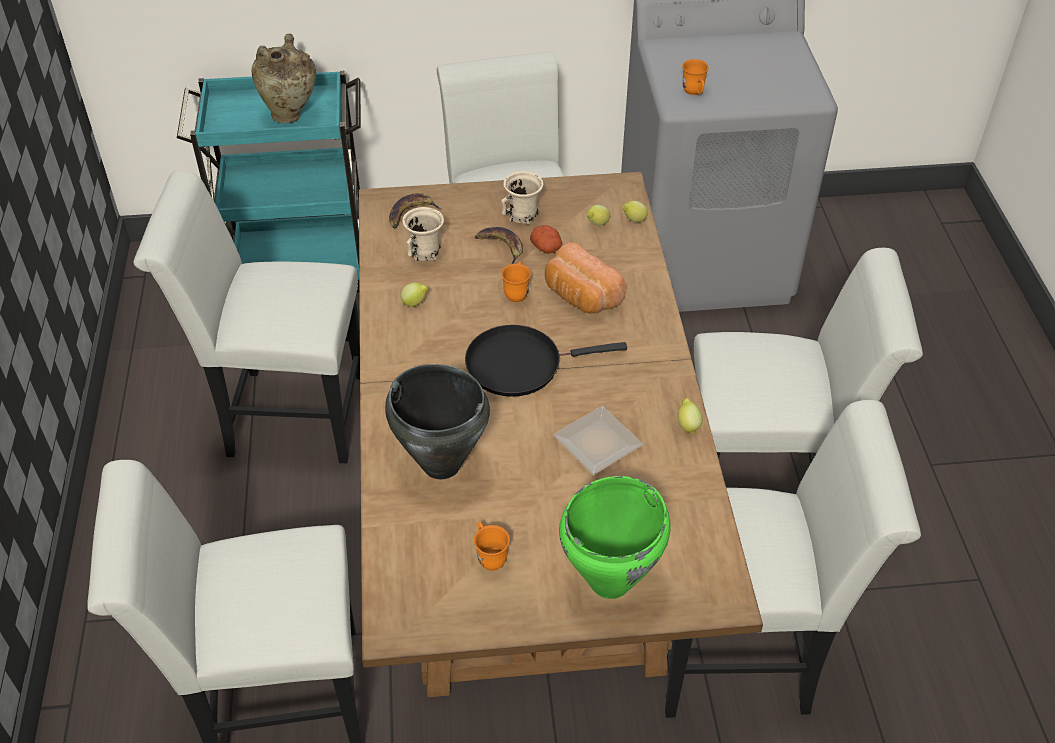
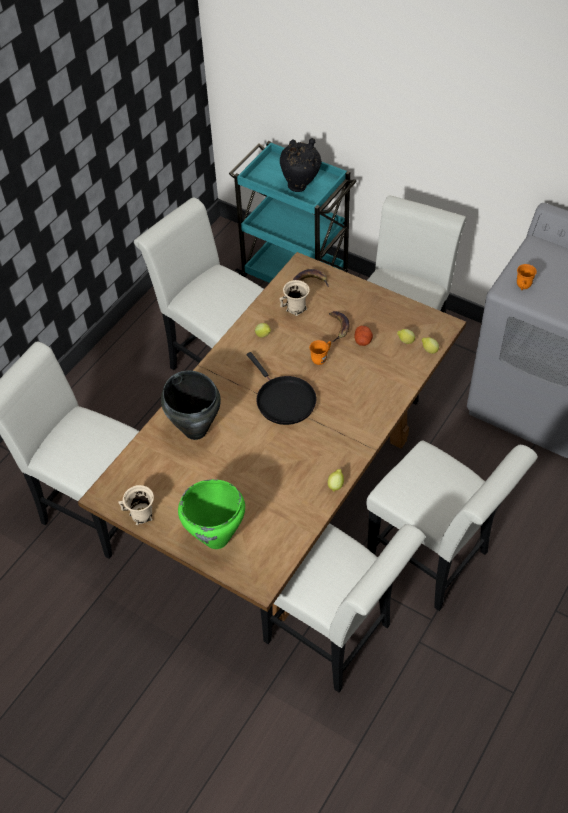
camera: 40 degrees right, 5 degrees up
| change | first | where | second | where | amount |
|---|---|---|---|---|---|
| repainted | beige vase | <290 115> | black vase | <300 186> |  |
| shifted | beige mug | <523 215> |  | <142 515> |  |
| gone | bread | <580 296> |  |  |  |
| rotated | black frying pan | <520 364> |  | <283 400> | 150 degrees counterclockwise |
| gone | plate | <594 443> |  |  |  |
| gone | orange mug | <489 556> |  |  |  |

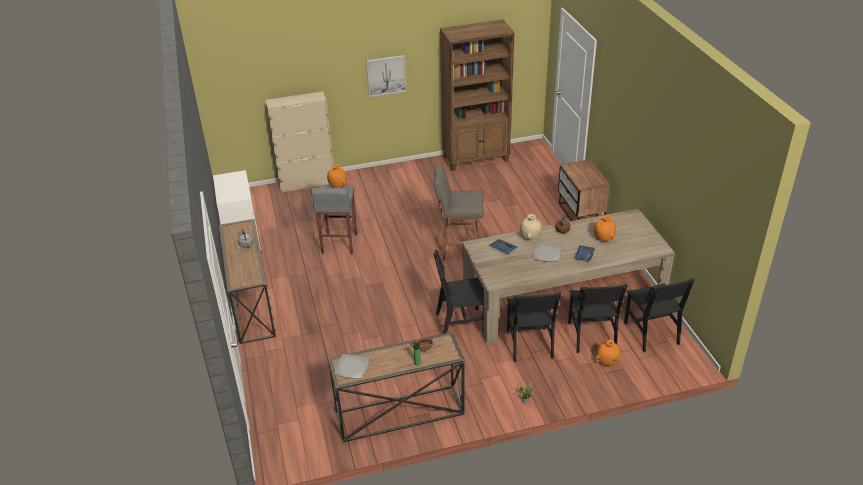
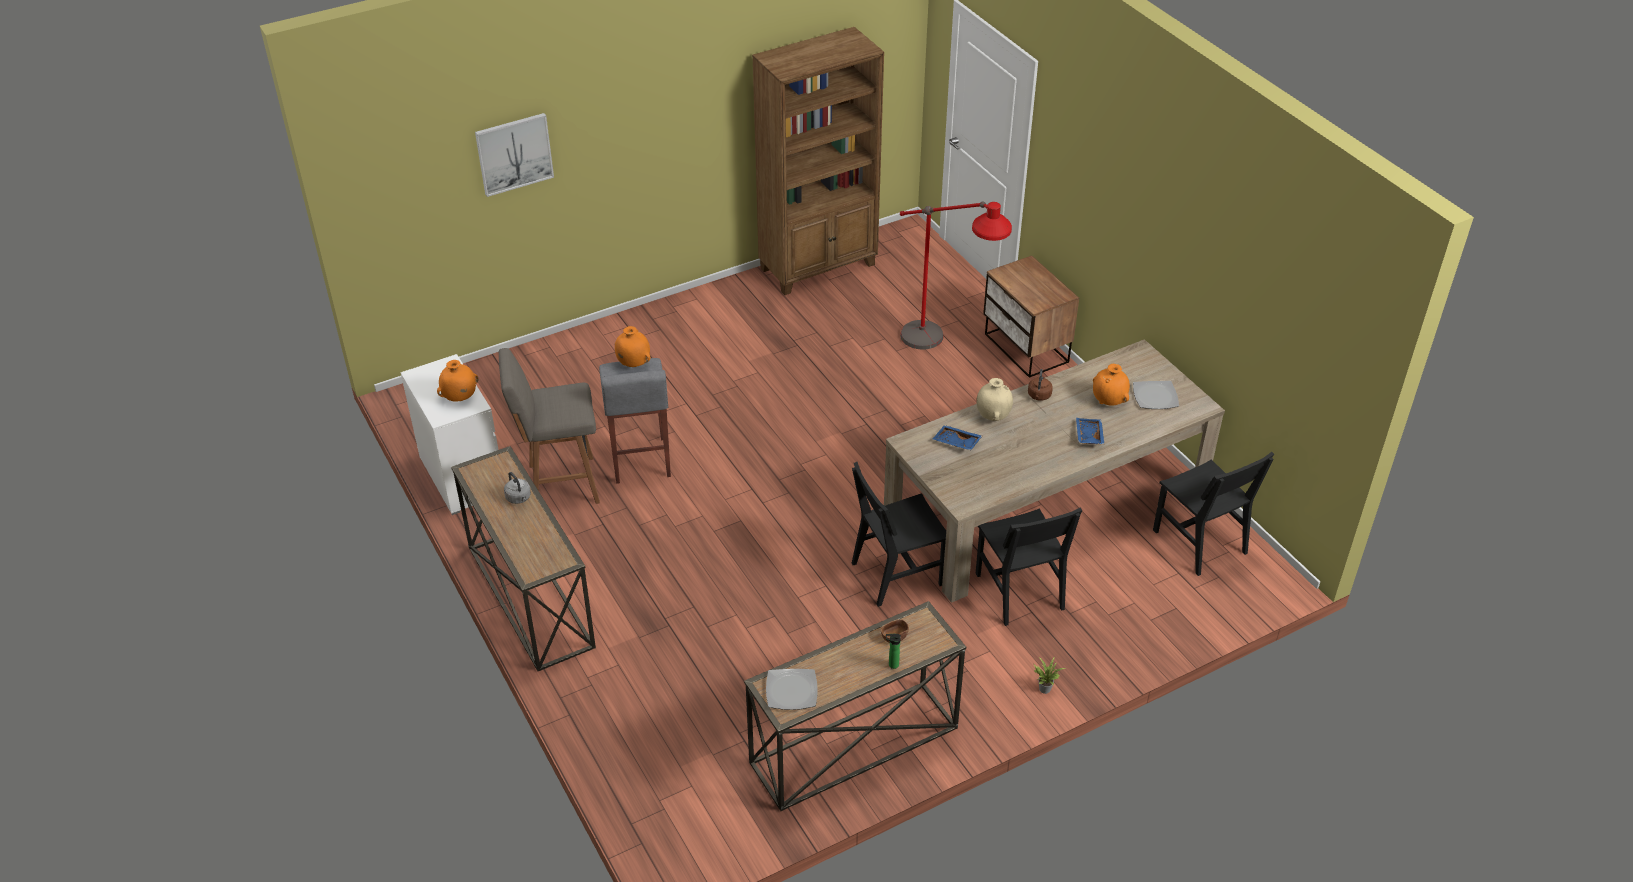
camera: 15 degrees left, 5 degrees up
| change | first | where | second | where | amount |
|---|---|---|---|---|---|
| shifted | picture | <386 75> |  | <514 153> |  |
| gone | beige cabinet | <307 183> |  |  |  |
| shifted | grey stool | <459 248> |  | <560 484> |  |
| shifted | plate | <547 254> |  | <1155 396> |  |
| gone | black chair | <591 336> |  |  |  |
| shifted | orange vase | <607 363> |  | <460 398> |  |
| new |  |  | red floor lamp | <944 349> |  |

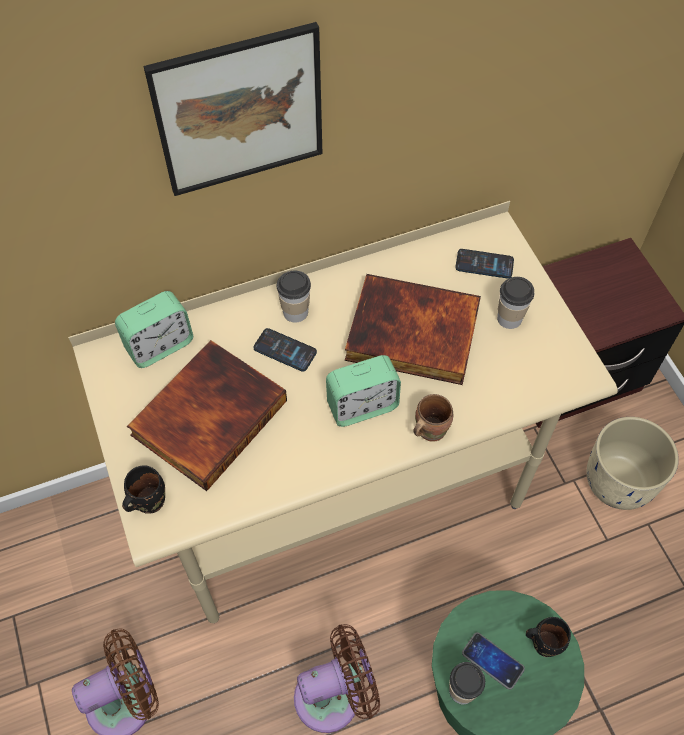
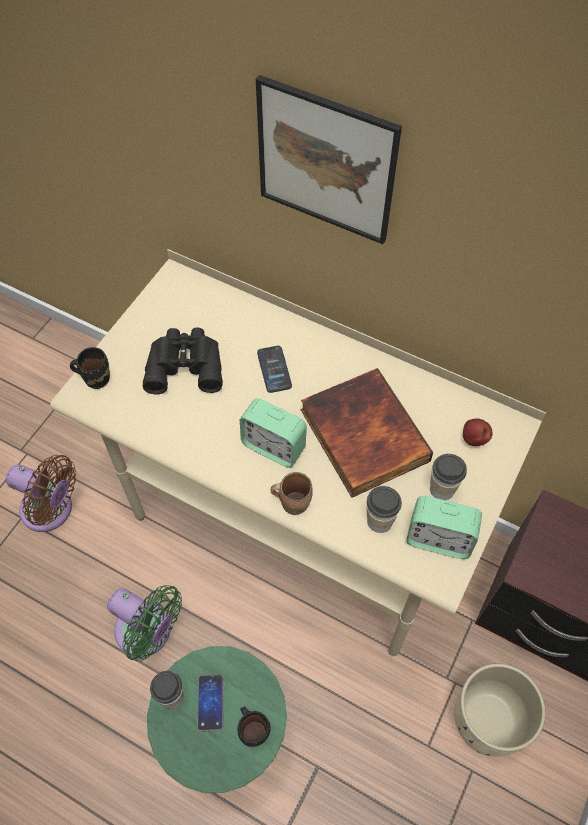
camera: 50 degrees right, 0 degrees up
| change | first | where | second | where | amount |
|---|---|---|---|---|---|
| swapped | phone | <484 264> | apple | <473 439> |  |
| shifted | cup | <295 312> |  | <379 521> |  |
| shifted | alarm clock | <160 345> |  | <439 539> |  |
| swapped | book | <208 415> | black binoculars | <184 364> |  |
| repainted | brown fan | <334 695> | green fan | <148 633> |  |

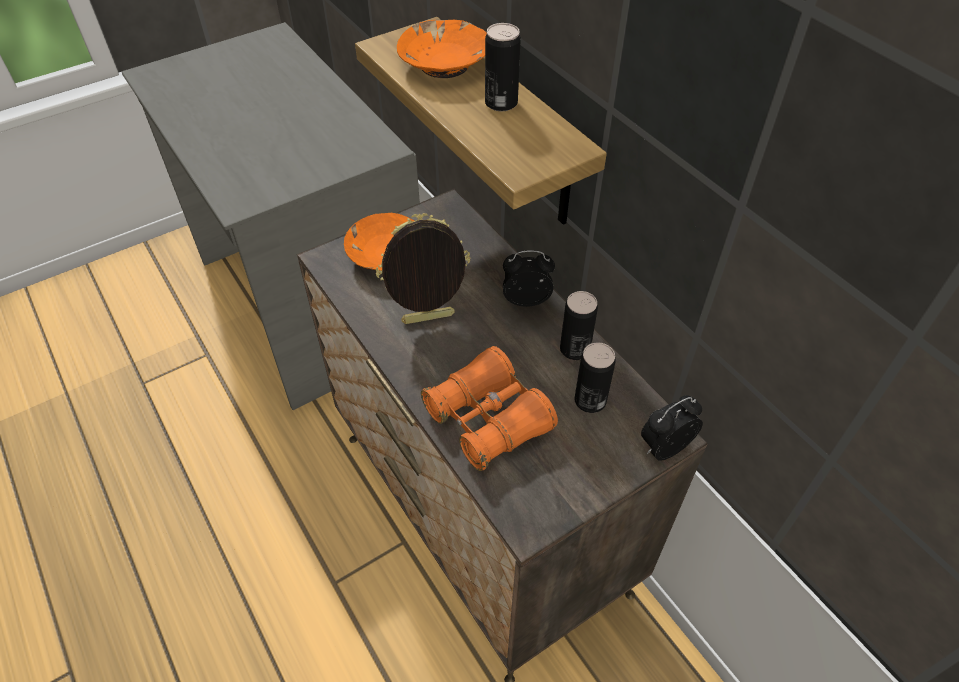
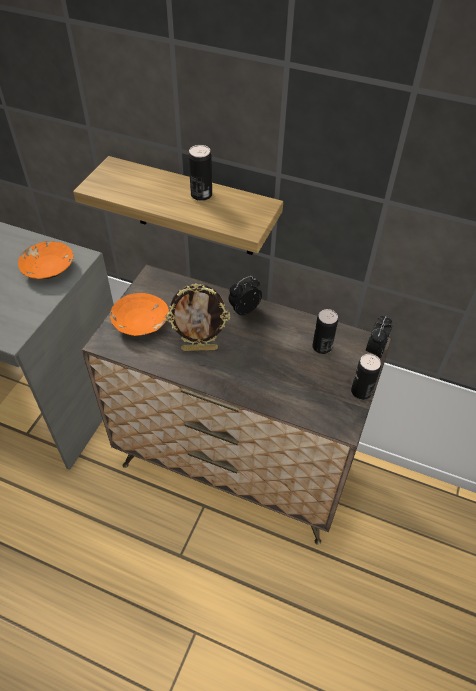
camera: 35 degrees left, 0 degrees up
| change | first | where | second | where | amount |
|---|---|---|---|---|---|
| shifted | orange bowl | <445 64> |  | <49 268> |  |
| rotated | picture frame | <428 320> |  | <199 348> | 135 degrees counterclockwise |
| shifted | can | <574 349> |  | <361 391> |  |
| gone | orange binoculars | <488 419> |  |  |  |

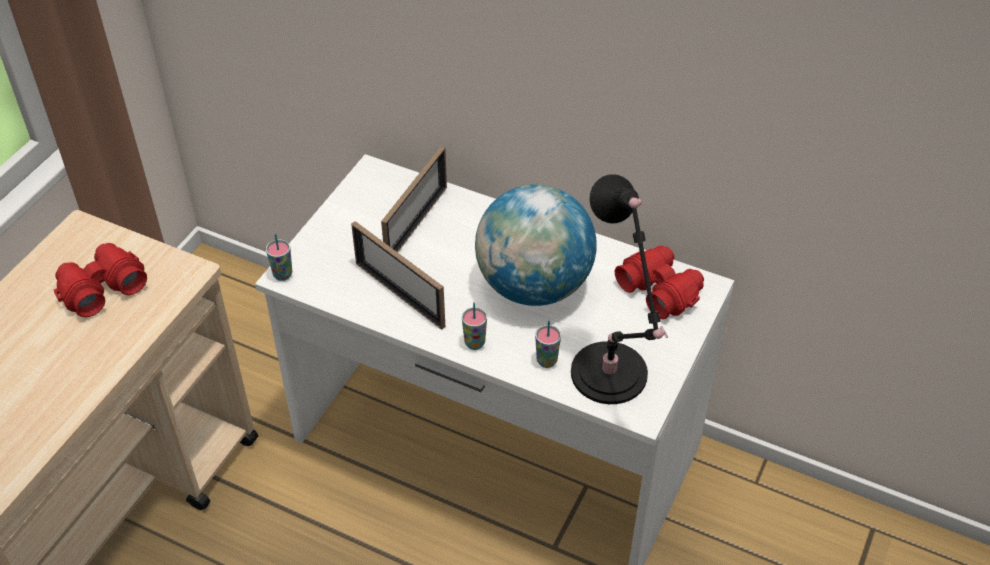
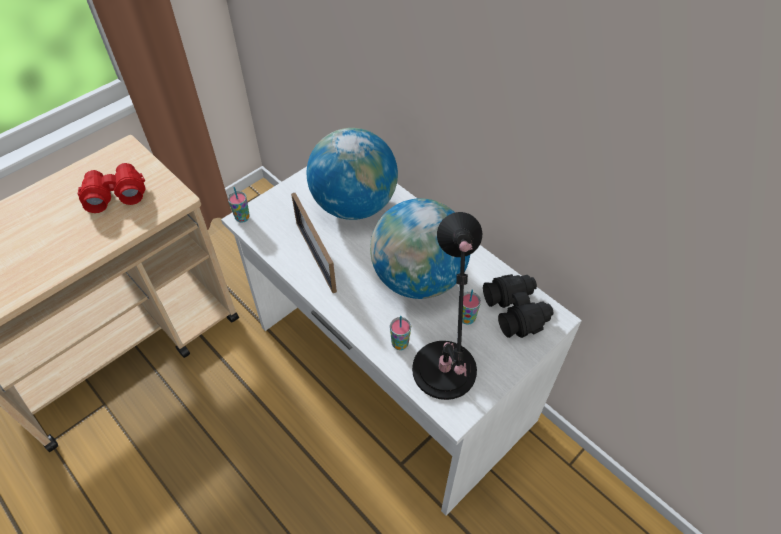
camera: 20 degrees right, 5 degrees up
| change | first | where | second | where | amount |
|---|---|---|---|---|---|
| swapped | picture frame | <416 223> | globe | <354 205> |  |
| repainted | red binoculars | <660 289> | black binoculars | <516 310> |  |
| shifted | cup | <474 343> |  | <467 318> |  |

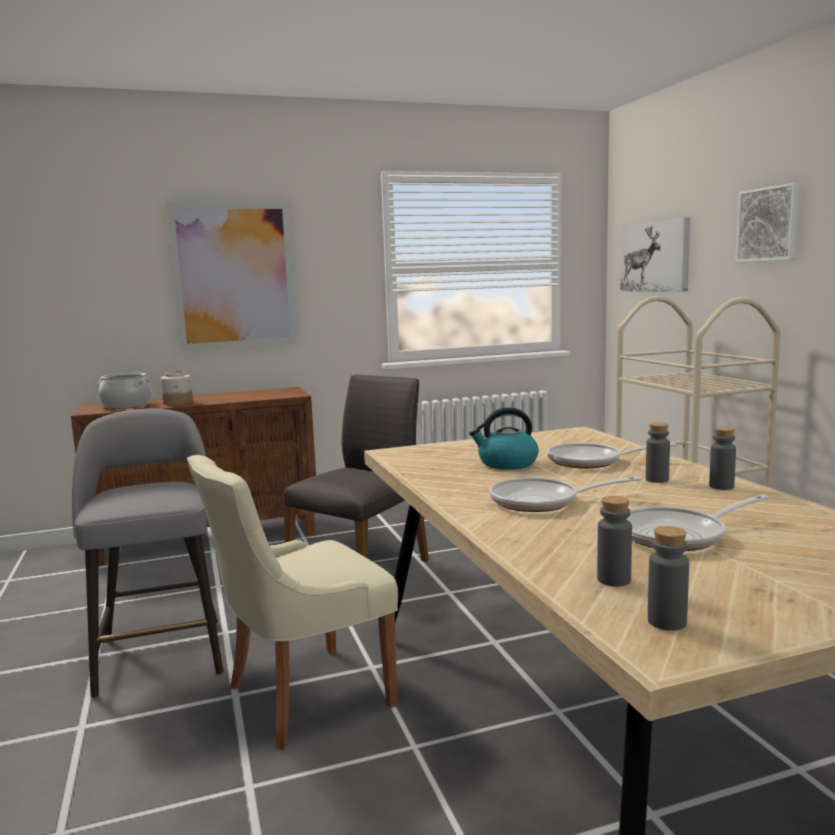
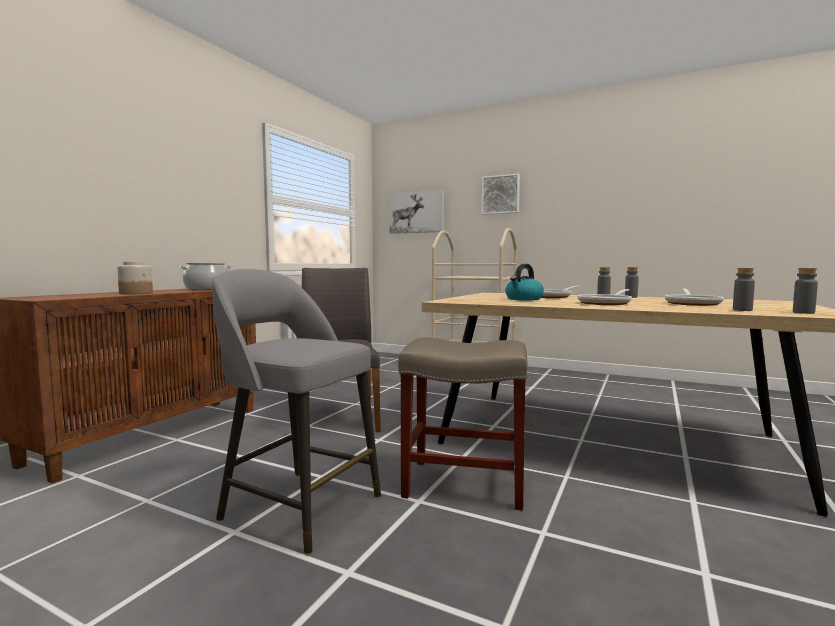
camera: 45 degrees left, 5 degrees down
| change | first | where | second | where | amount |
|---|---|---|---|---|---|
| gone | picture | <234 276> |  |  |  |
| shifted | cooking pot | <126 405> |  | <207 289> |  |
| swapped | beige chair | <303 697> | beige stool | <462 483> |  |

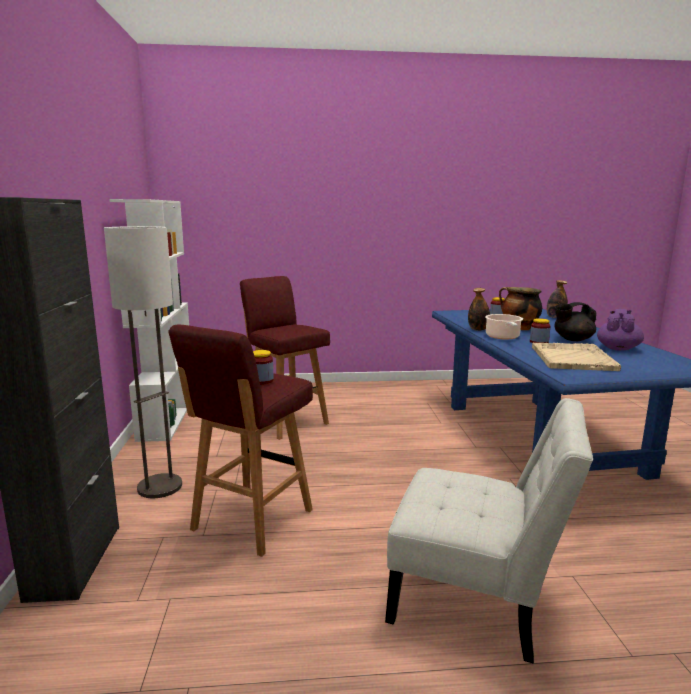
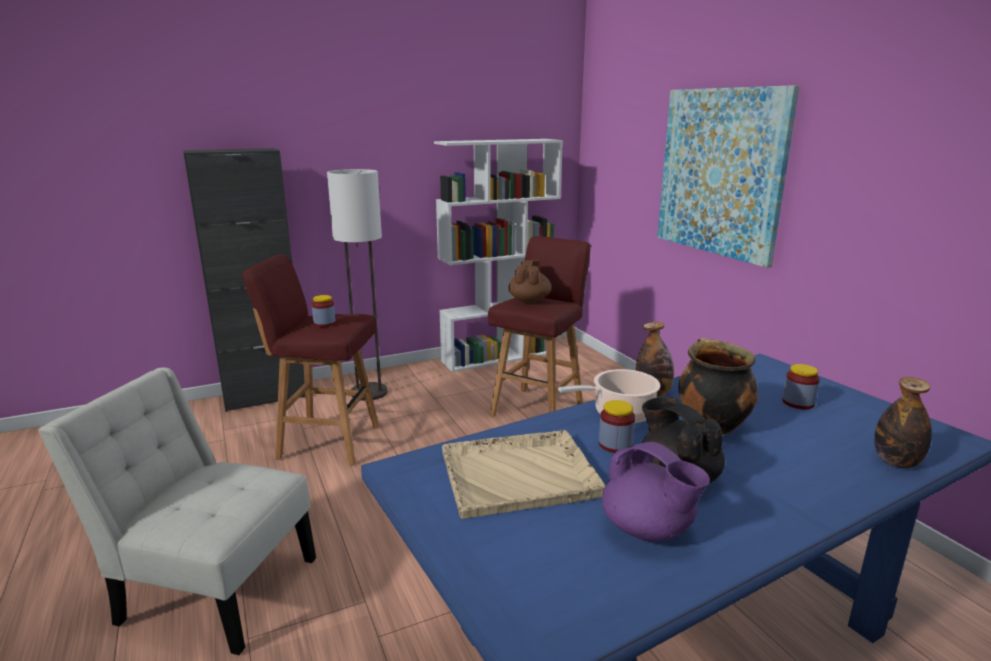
camera: 70 degrees right, 5 degrees up
| change | first | where | second | where | amount |
|---|---|---|---|---|---|
| rotated | purple teapot | <618 348> |  | <648 529> | 45 degrees clockwise |
| rotated | white chair | <477 599> |  | <212 587> | 105 degrees clockwise |
| new |  |  | picture | <720 172> |  |
| new |  |  | brown teapot | <529 300> |  |

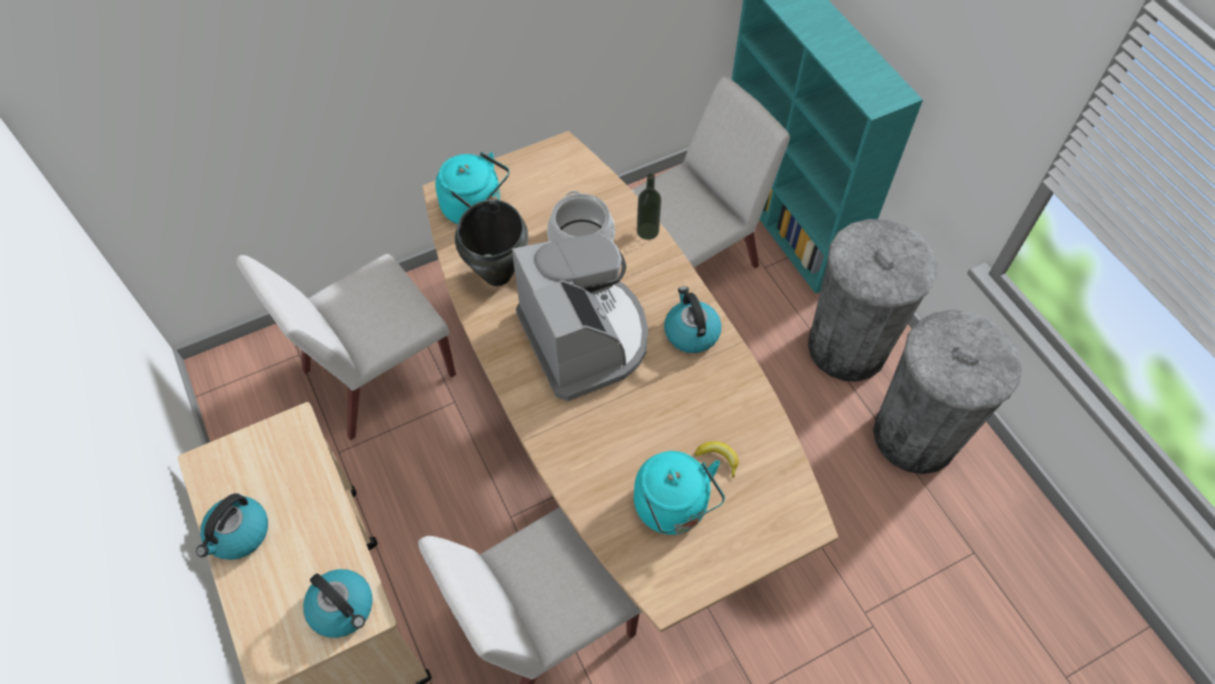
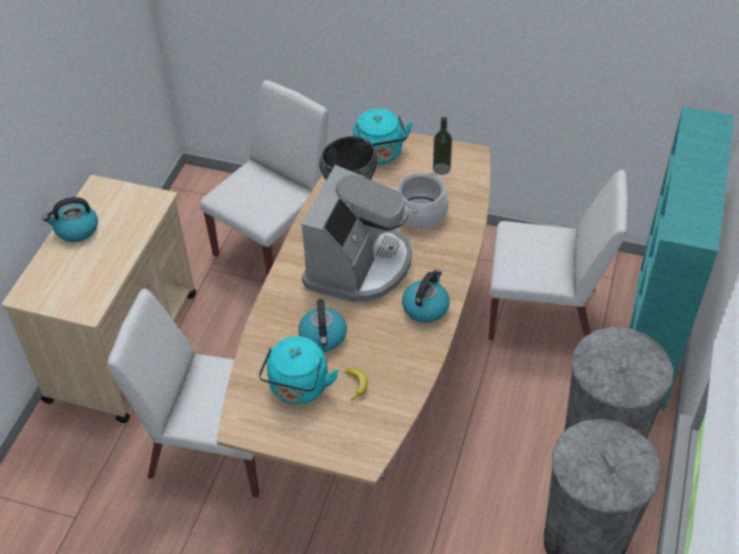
camera: 45 degrees right, 10 degrees down
| change | first | where | second | where | amount |
|---|---|---|---|---|---|
| shifted | bottle | <647 231> |  | <441 169> |  |
| rotated | white chair | <377 374> |  | <275 243> | 120 degrees clockwise |
| shifted | kettle | <343 608> |  | <323 337> |  |

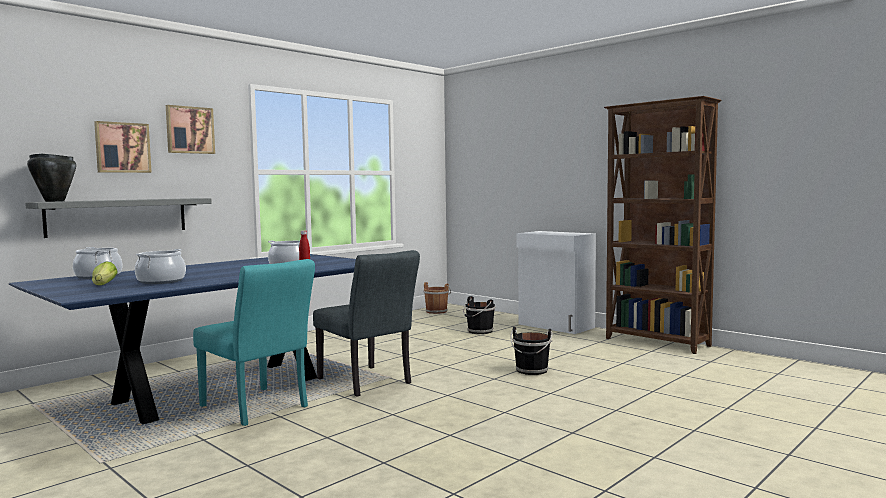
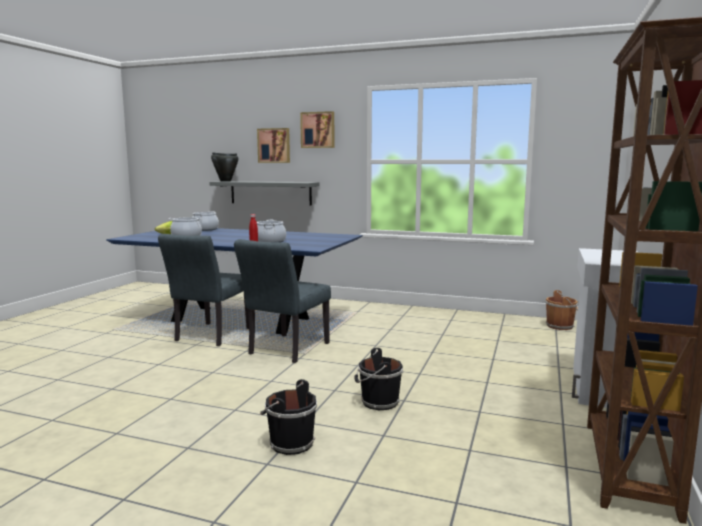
camera: 65 degrees right, 5 degrees up
| change | first | where | second | where | amount |
|---|---|---|---|---|---|
| repainted | turquoise chair | <258 408> | grey chair | <209 336> |  |
| shifted | black bucket | <479 331> |  | <289 443> |  |

